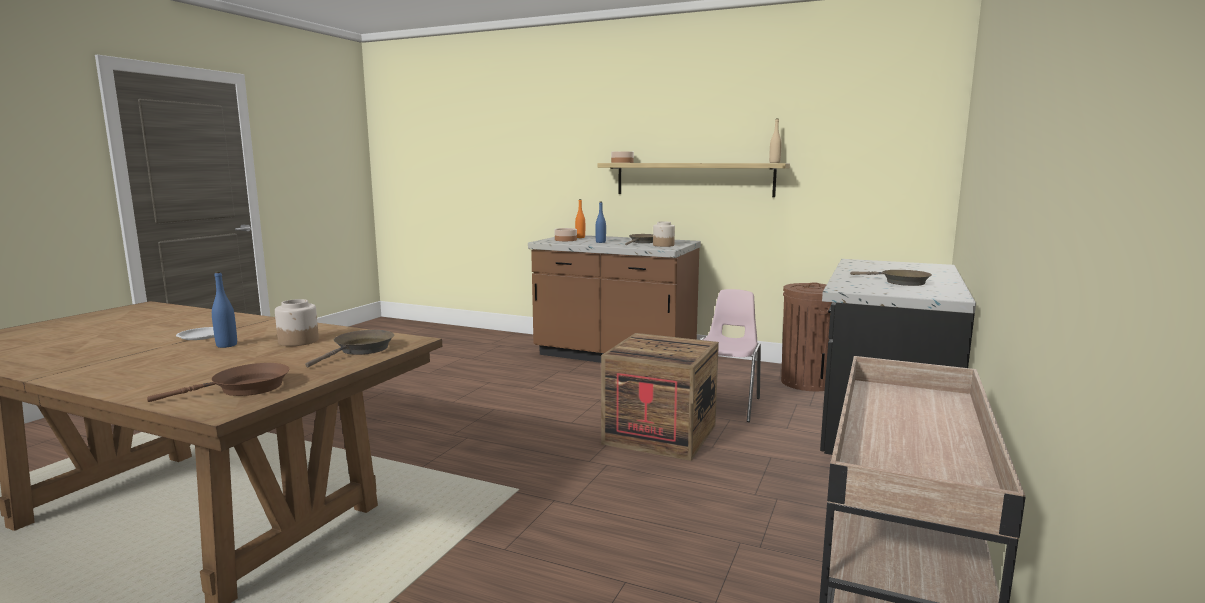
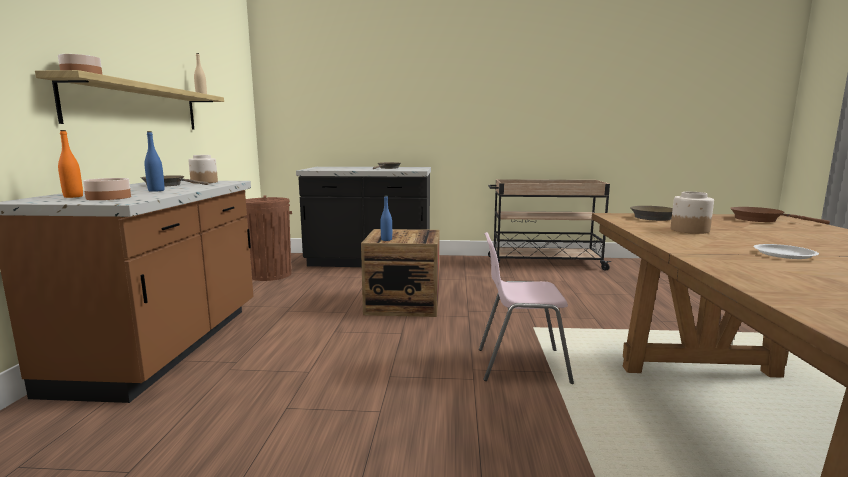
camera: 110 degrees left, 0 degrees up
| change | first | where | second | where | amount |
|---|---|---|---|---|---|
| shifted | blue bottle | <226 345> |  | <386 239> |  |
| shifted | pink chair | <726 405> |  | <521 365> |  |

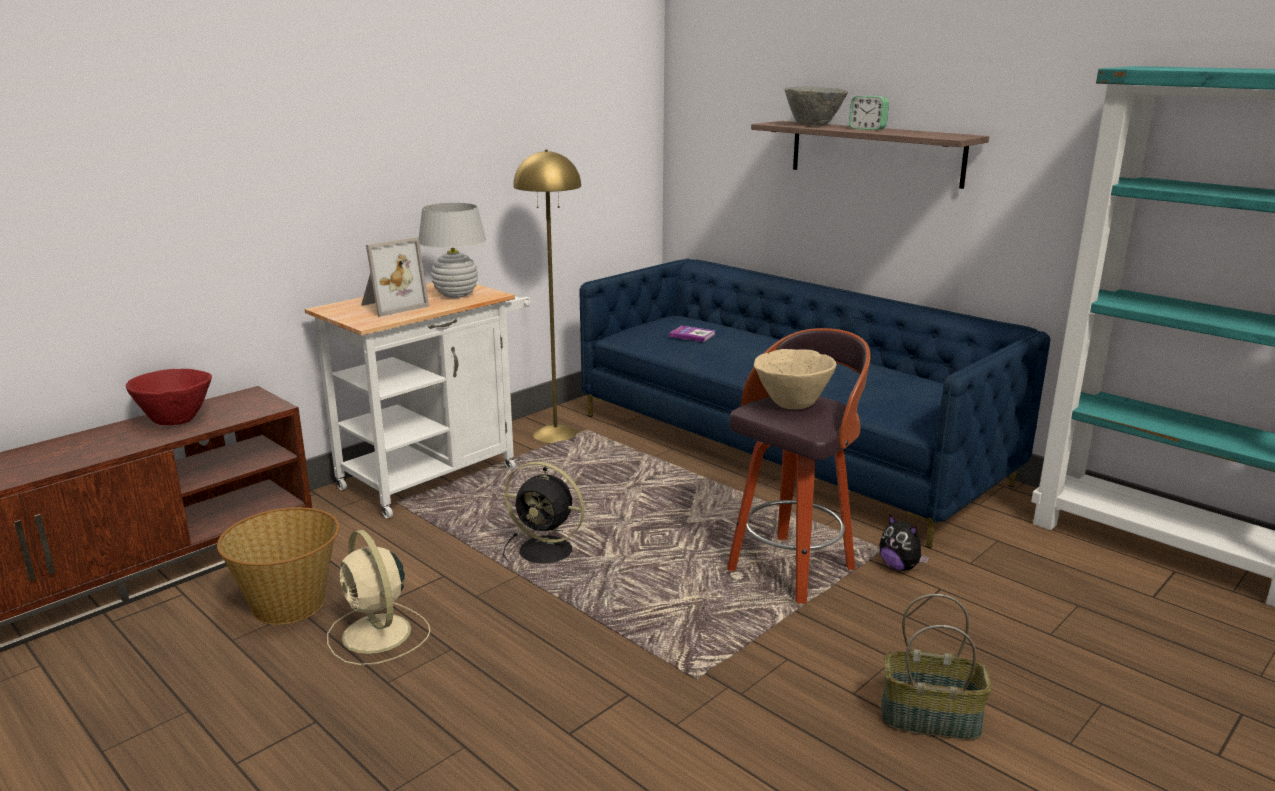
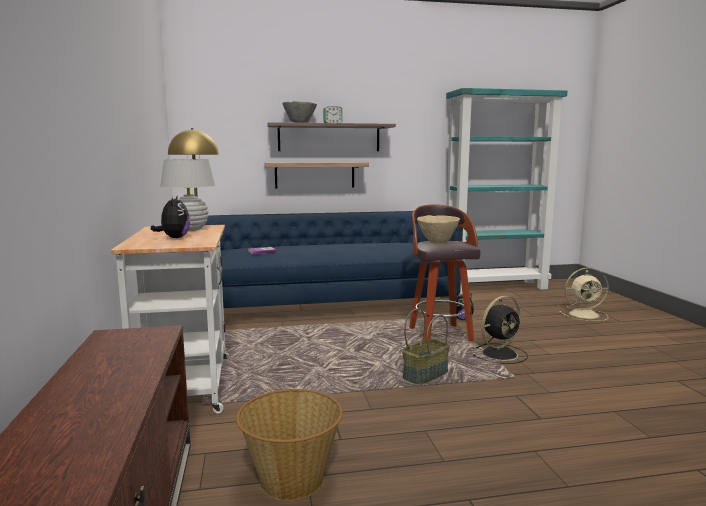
camera: 55 degrees left, 10 degrees down
| change | first | where | second | where | amount |
|---|---|---|---|---|---|
| swapped | picture frame | <391 306> | plush toy | <174 238> |  |
| gone | red bowl | <176 420> |  |  |  |
| shifted | black fan | <548 551> |  | <500 353> |  |
| shifted | beige fan | <378 635> |  | <585 314> |  |
| shifted | basket | <931 718> |  | <425 375> |  |
| new |  |  | shelf | <314 175> |  |

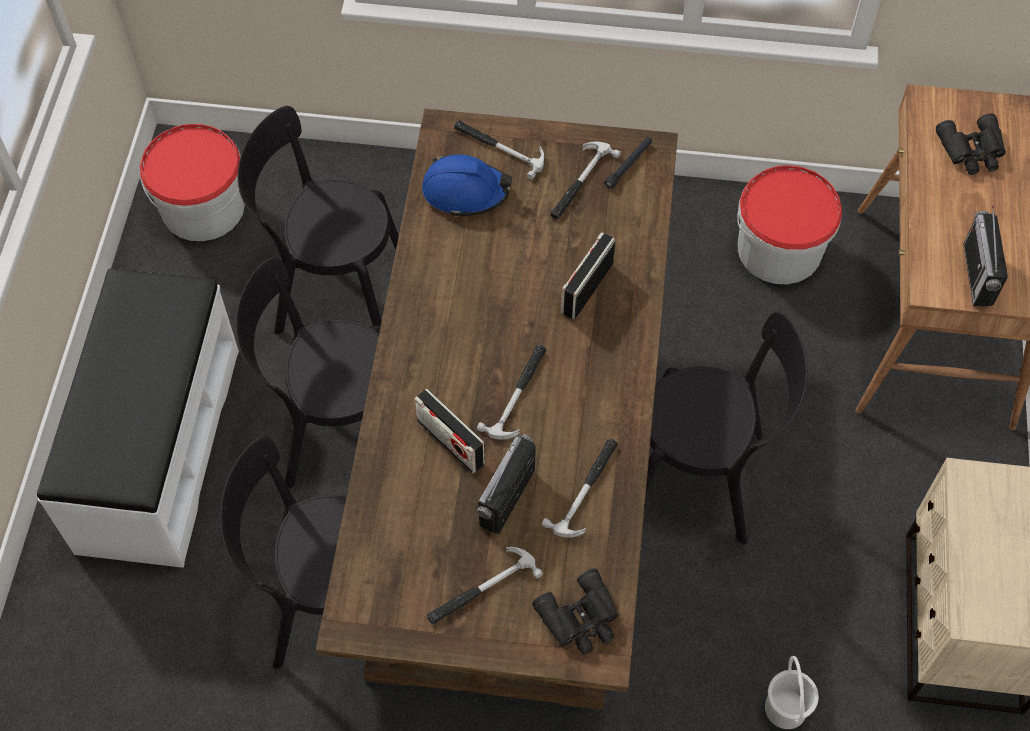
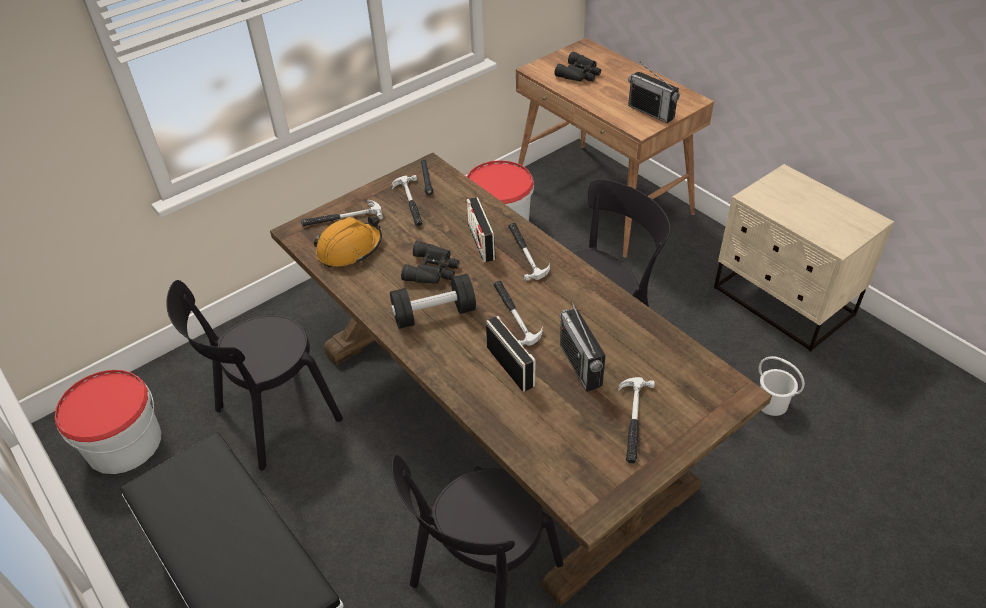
camera: 45 degrees left, 15 degrees down
| change | first | where | second | where | amount |
|---|---|---|---|---|---|
| repainted | blue hard hat | <465 191> | orange hard hat | <349 249> |  |
| gone | black chair | <335 430> |  |  |  |
| rotated | radio | <450 442> |  | <510 366> | 120 degrees counterclockwise |
| shifted | hammer | <586 489> |  | <525 252> |  |
| shifted | black binoculars | <581 619> |  | <433 270> |  |
| new |  |  | black dumbbell | <434 314> |  |

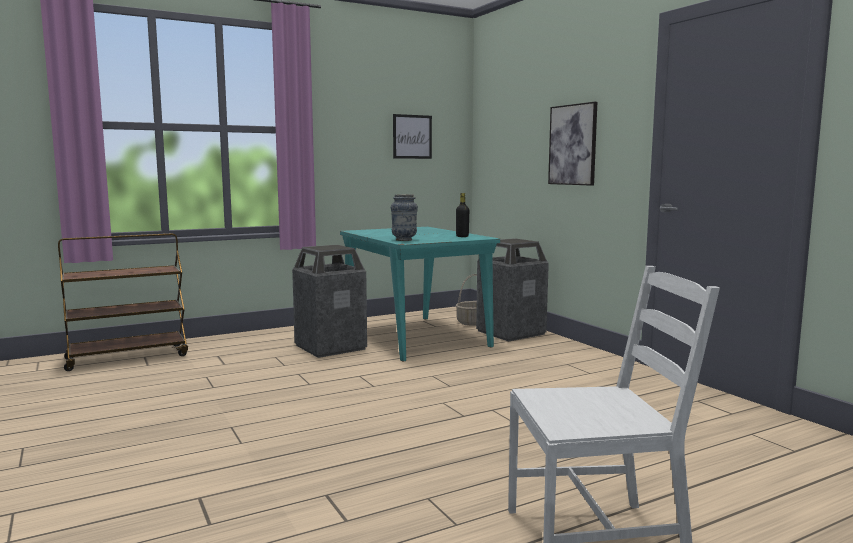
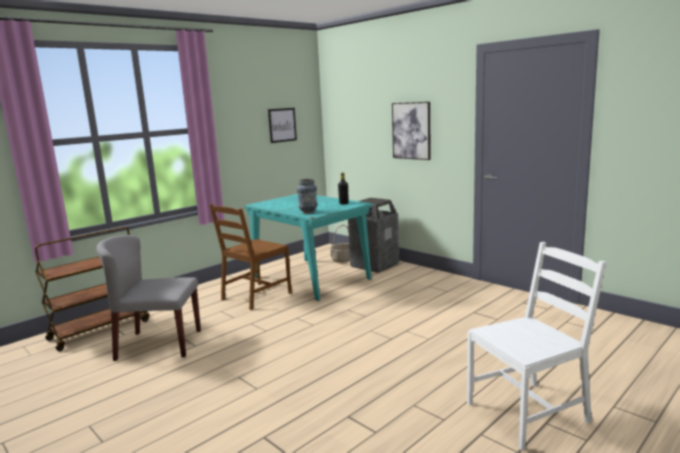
camera: 15 degrees left, 5 degrees up
| change | first | where | second | where | amount |
|---|---|---|---|---|---|
| swapped | trash can | <330 347> | brown chair | <255 296> |  |
| new |  |  | grey chair | <158 344> |  |

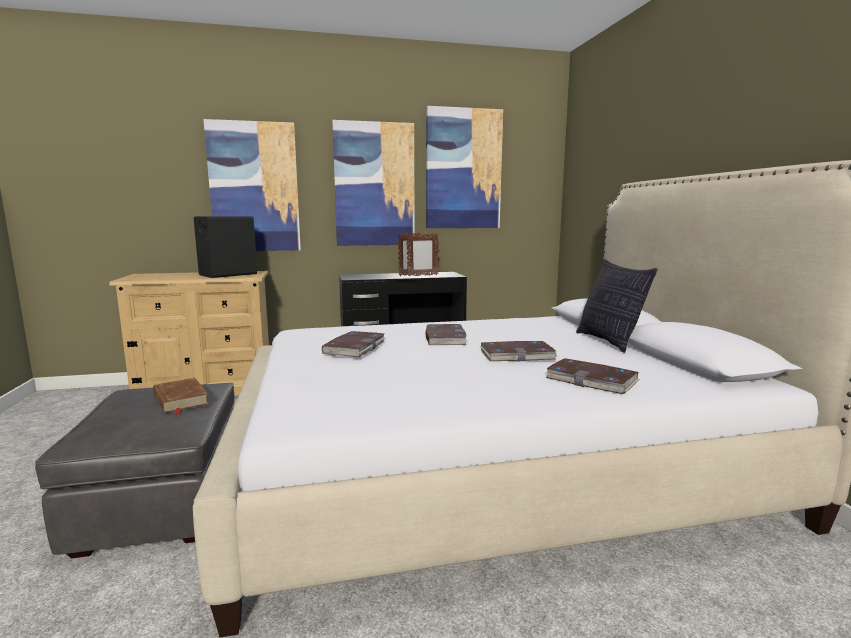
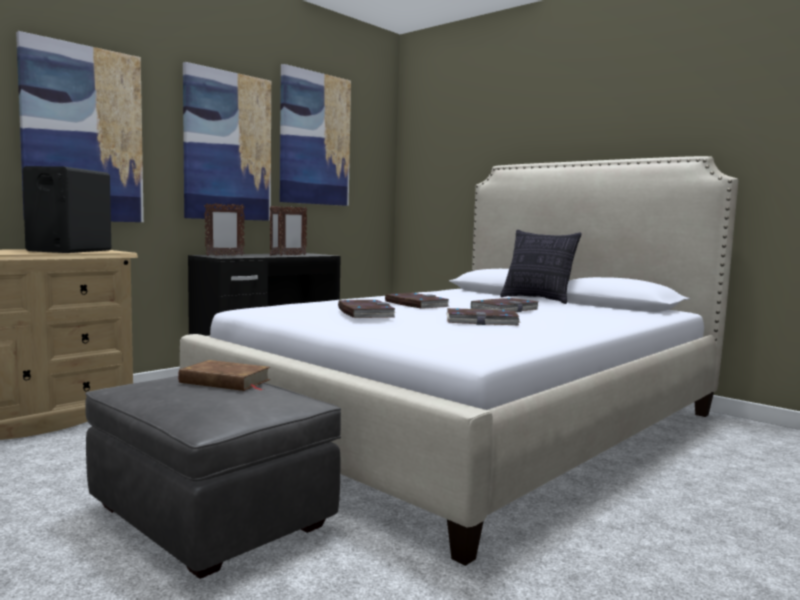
camera: 35 degrees left, 5 degrees down
| change | first | where | second | where | amount |
|---|---|---|---|---|---|
| shifted | book | <591 380> |  | <482 321> |  |
| new |  |  | picture frame | <224 255> |  |

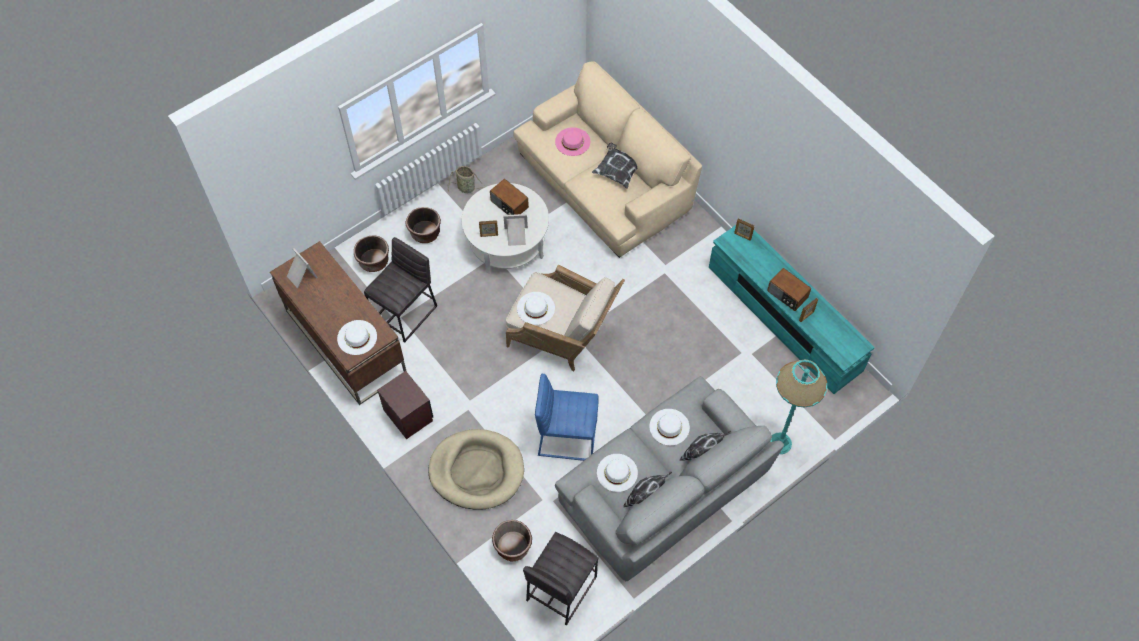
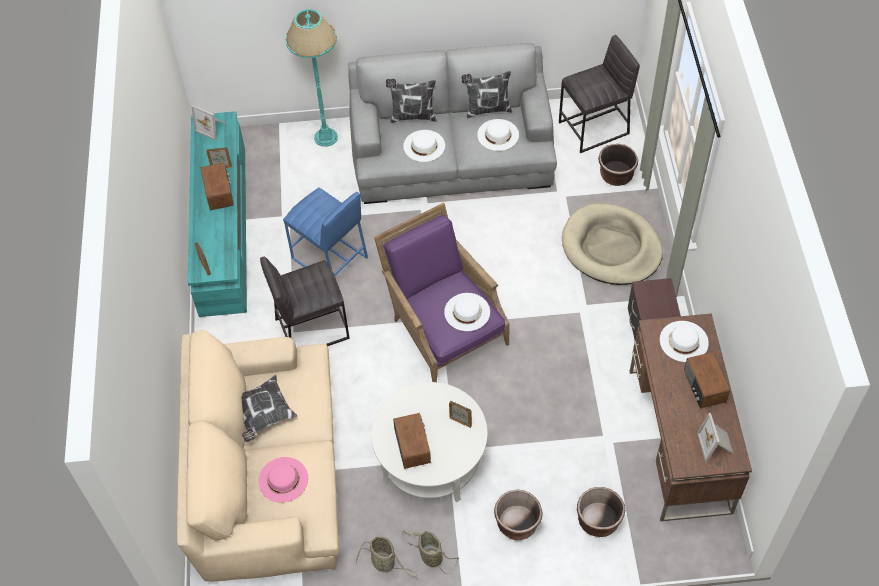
camera: 145 degrees left, 5 degrees down
| change | first | where | second | where | amount |
|---|---|---|---|---|---|
| shifted | picture frame | <516 236> |  | <212 127> |  |
| shifted | grey stool | <405 313> |  | <311 328> |  |
| repainted | beige armchair | <563 334> | purple armchair | <443 325> |  |
| shifted | blue stool | <567 437> |  | <329 259> |  |
| new |  |  | radio | <704 387> |  |
| new |  |  | basket | <385 563> |  |

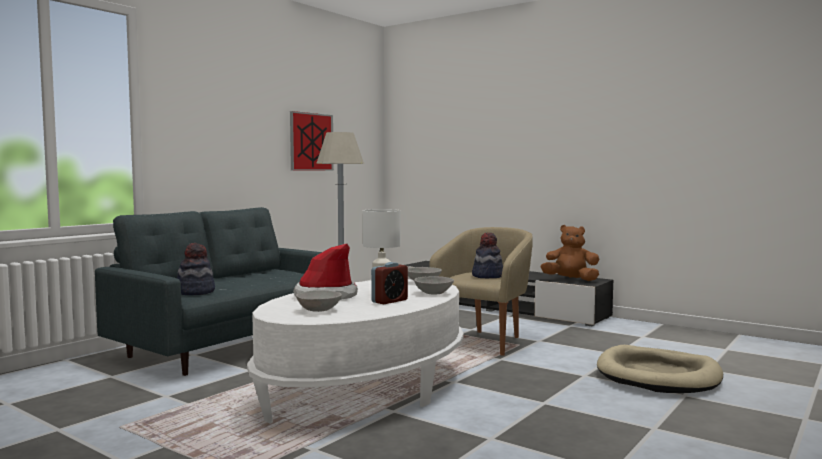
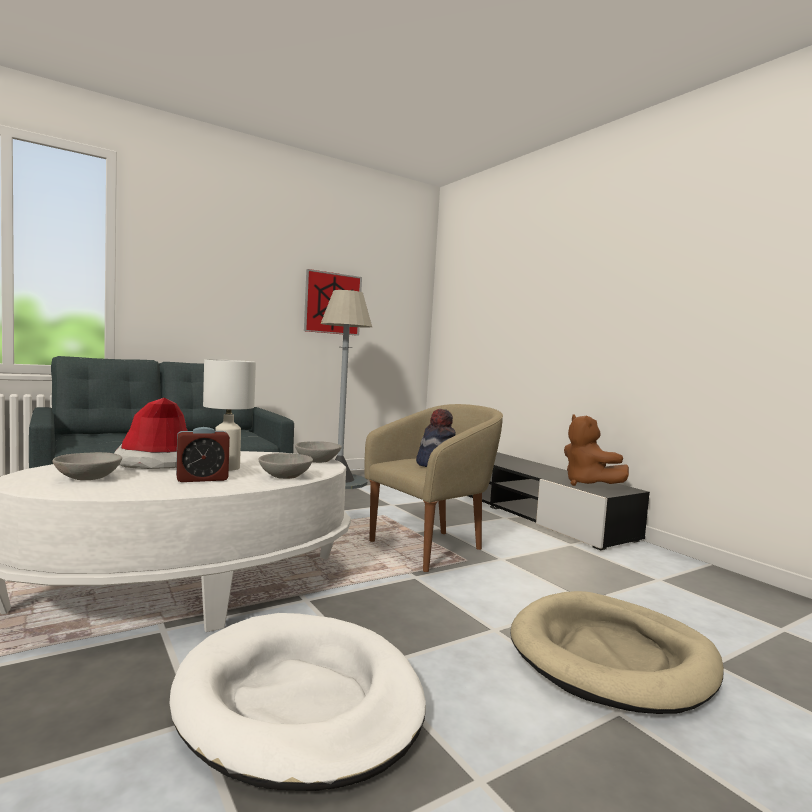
camera: 20 degrees right, 0 degrees up
| change | first | where | second | where | amount |
|---|---|---|---|---|---|
| rotated | brown plush toy | <570 280> |  | <587 484> | 150 degrees counterclockwise |
| gone | hat | <195 292> |  |  |  |
| new |  |  | white dog bed | <299 702> |  |

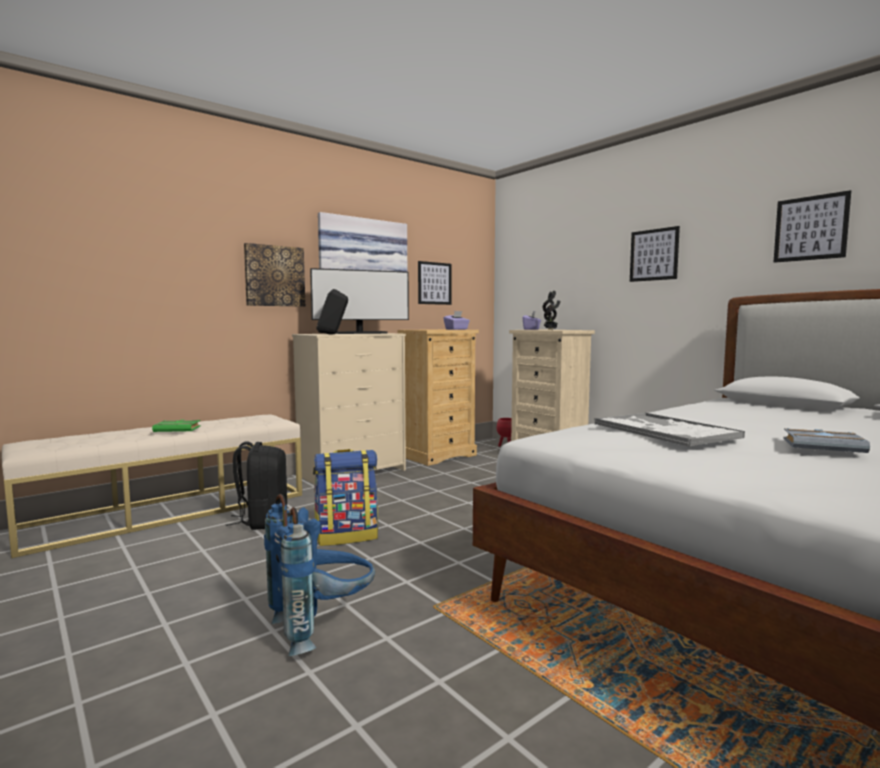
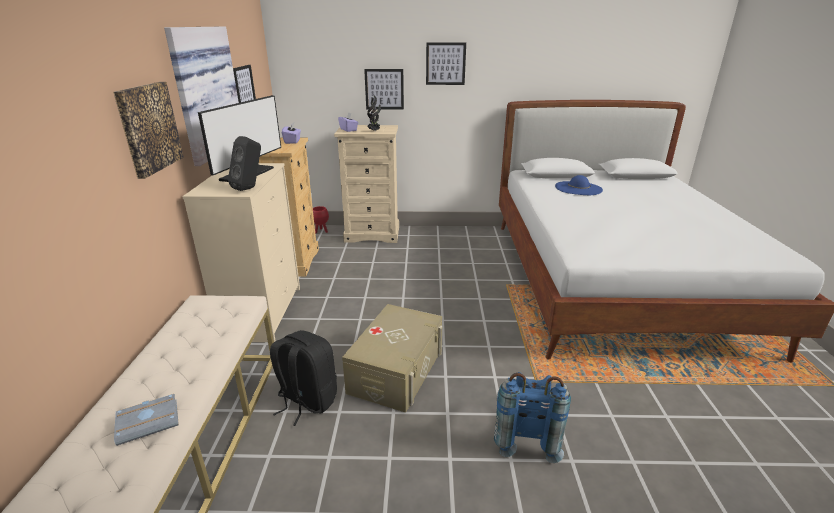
camera: 50 degrees left, 20 degrees up
| change | first | where | second | where | amount |
|---|---|---|---|---|---|
| shifted | picture | <810 228> |  | <384 89> |  |
| gone | tray | <663 430> |  |  |  |
| gone | green book | <178 429> |  |  |  |
| shifted | grey book | <824 446> |  | <149 421> |  |
| swapped | backpack | <347 536> | beige storage box | <396 370> |  |
| new |  |  | blue hat | <578 188> |  |

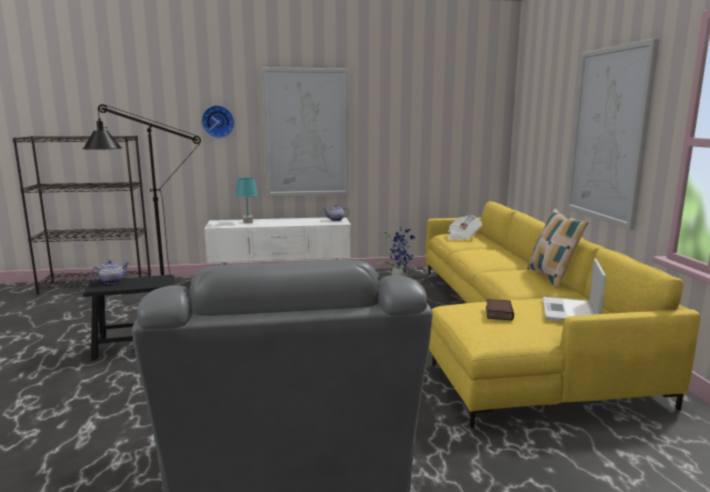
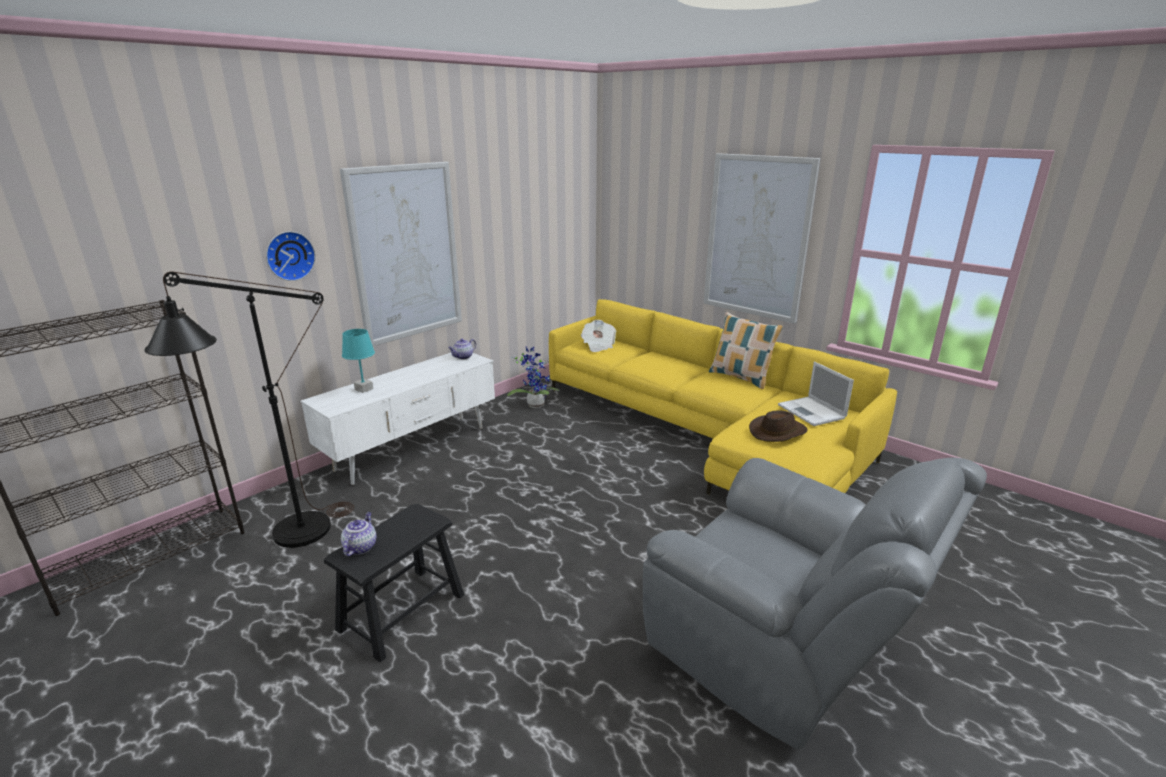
camera: 40 degrees left, 10 degrees up
| change | first | where | second | where | amount |
|---|---|---|---|---|---|
| swapped | book | <497 313> | brown hat | <778 432> |  |

